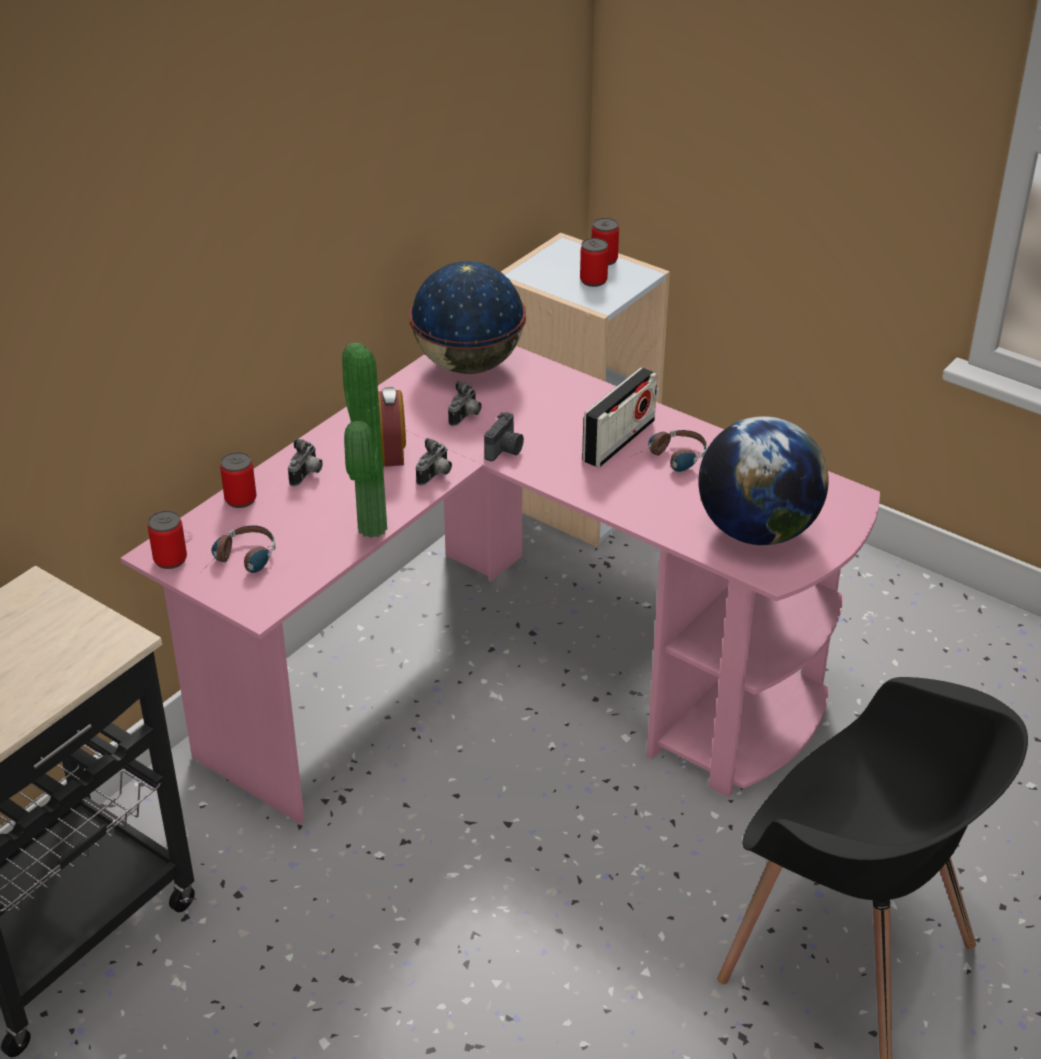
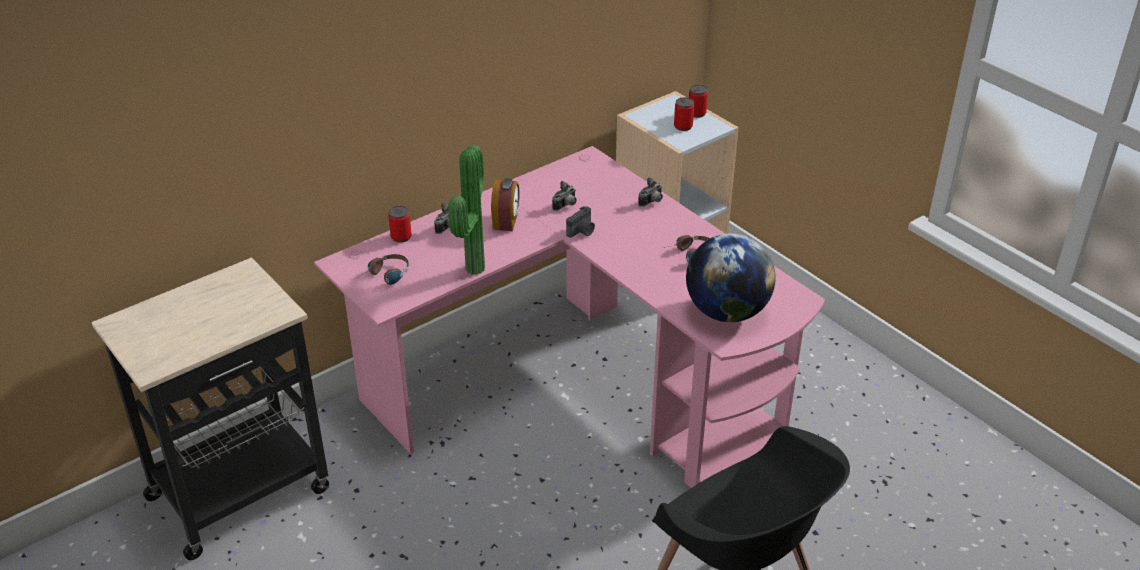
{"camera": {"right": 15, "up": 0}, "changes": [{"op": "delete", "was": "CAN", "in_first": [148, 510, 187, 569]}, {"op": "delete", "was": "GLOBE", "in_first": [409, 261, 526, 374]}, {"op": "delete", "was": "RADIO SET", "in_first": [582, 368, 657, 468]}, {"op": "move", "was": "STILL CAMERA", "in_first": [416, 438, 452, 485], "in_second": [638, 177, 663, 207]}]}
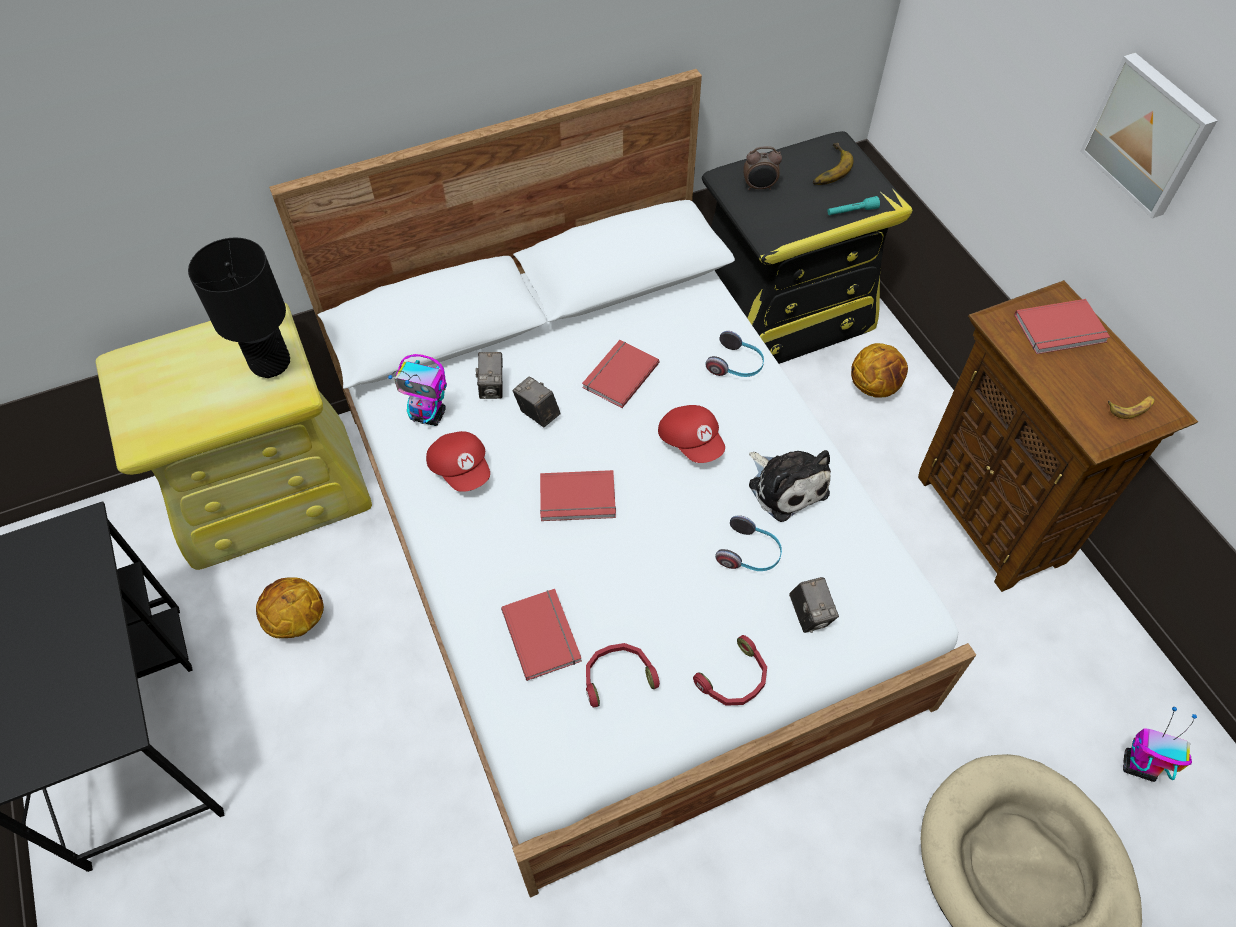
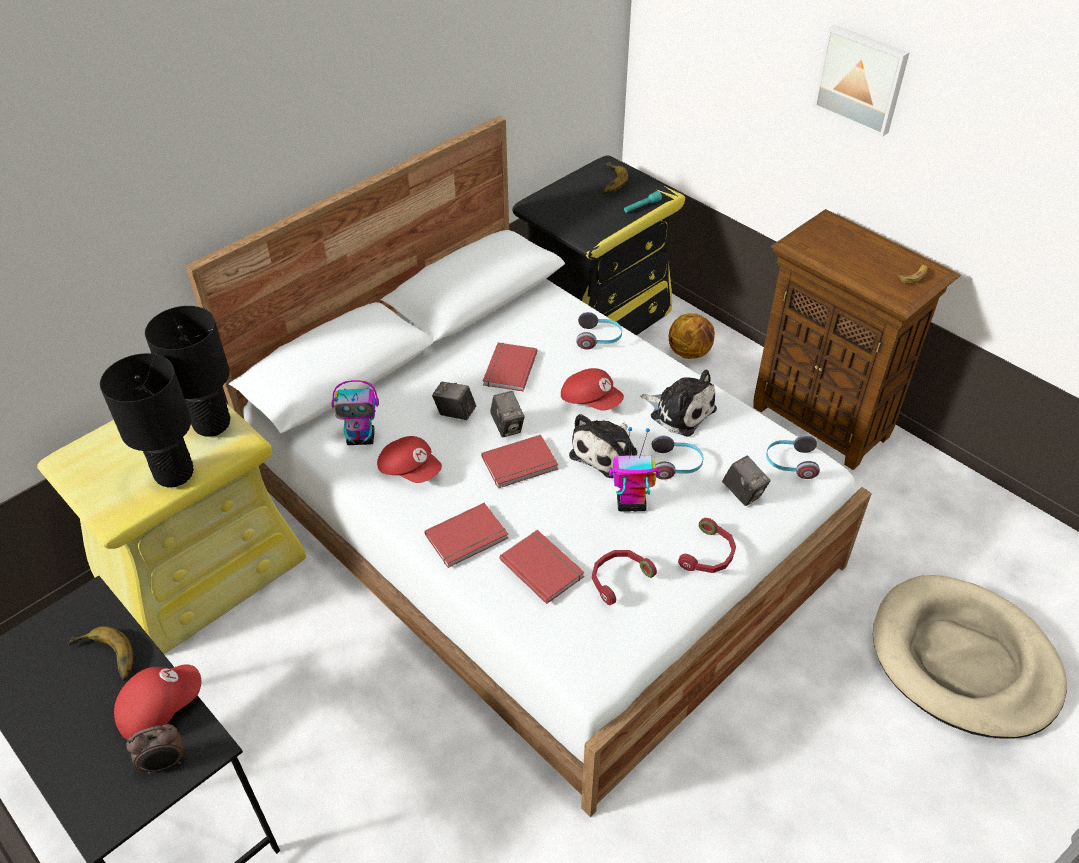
{"camera": {"right": -20, "up": -10}, "changes": [{"op": "delete", "was": "BASKETBALL BALL", "in_first": [256, 577, 324, 638]}, {"op": "insert", "now": "WHOLE BANANA", "in_second": [68, 626, 134, 681]}, {"op": "insert", "now": "BLACK-COLOURED LAMP FOR A TABLE", "in_second": [100, 353, 194, 487]}, {"op": "insert", "now": "RED CAP", "in_second": [114, 664, 201, 740]}, {"op": "insert", "now": "SOFT TOY", "in_second": [569, 414, 637, 478]}, {"op": "insert", "now": "HEADPHONES", "in_second": [766, 435, 820, 479]}, {"op": "move", "was": "STILL CAMERA", "in_first": [476, 352, 503, 399], "in_second": [490, 391, 525, 437]}, {"op": "move", "was": "TABLE CLOCK", "in_first": [744, 146, 782, 190], "in_second": [126, 724, 183, 774]}, {"op": "move", "was": "RED VOLUME", "in_first": [1014, 299, 1110, 354], "in_second": [424, 503, 508, 568]}, {"op": "move", "was": "MODEL ROBOT", "in_first": [1123, 707, 1197, 782], "in_second": [609, 427, 659, 511]}]}
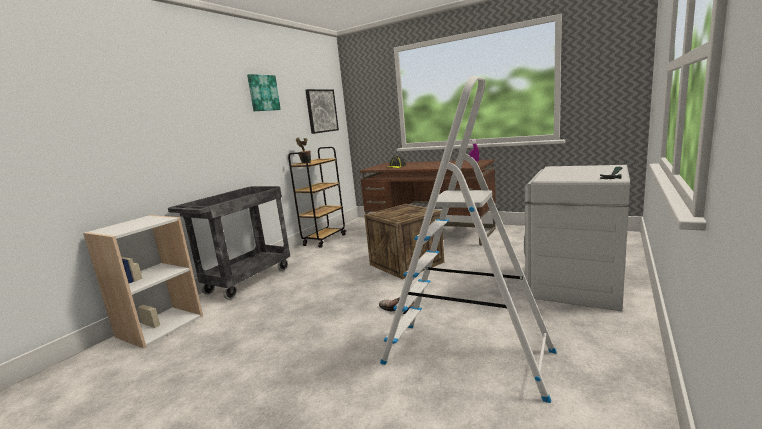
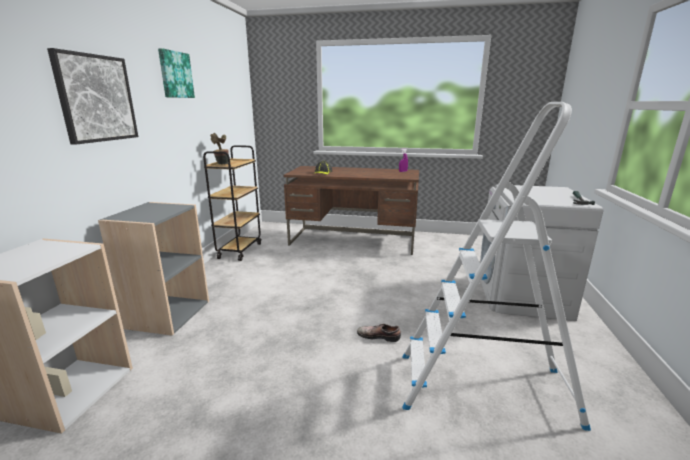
{"camera": {"right": -20, "up": 5}, "changes": [{"op": "delete", "was": "CRATE", "in_first": [364, 204, 444, 279]}, {"op": "move", "was": "PICTURE", "in_first": [305, 89, 339, 134], "in_second": [47, 48, 138, 145]}, {"op": "replace", "was": "GRAY CART", "now": "GRAY BOOKSHELF", "in_first": [168, 186, 290, 300], "in_second": [98, 202, 209, 336]}]}
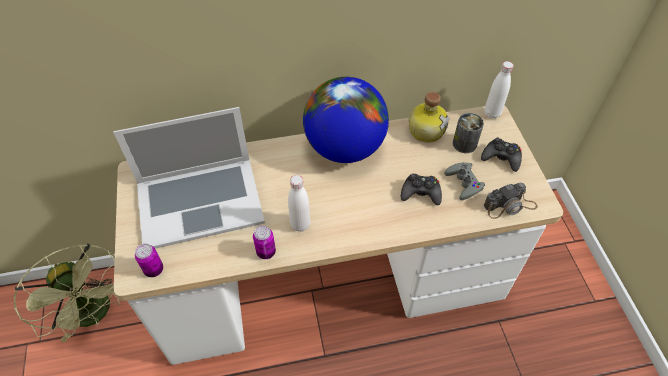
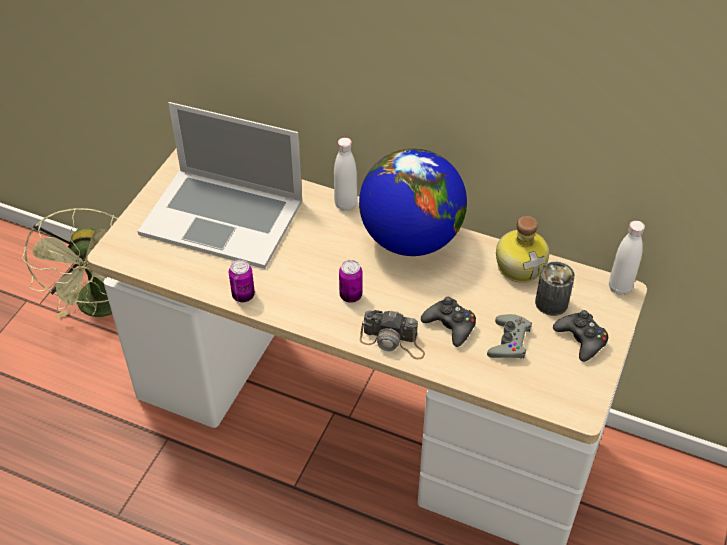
{"camera": {"right": 35, "up": -5}, "changes": [{"op": "move", "was": "CAN", "in_first": [135, 244, 163, 277], "in_second": [339, 260, 362, 303]}, {"op": "move", "was": "WHITE-COLOURED BOTTLE", "in_first": [288, 175, 310, 232], "in_second": [334, 138, 357, 211]}, {"op": "move", "was": "STILL CAMERA", "in_first": [483, 183, 538, 219], "in_second": [360, 310, 425, 360]}]}
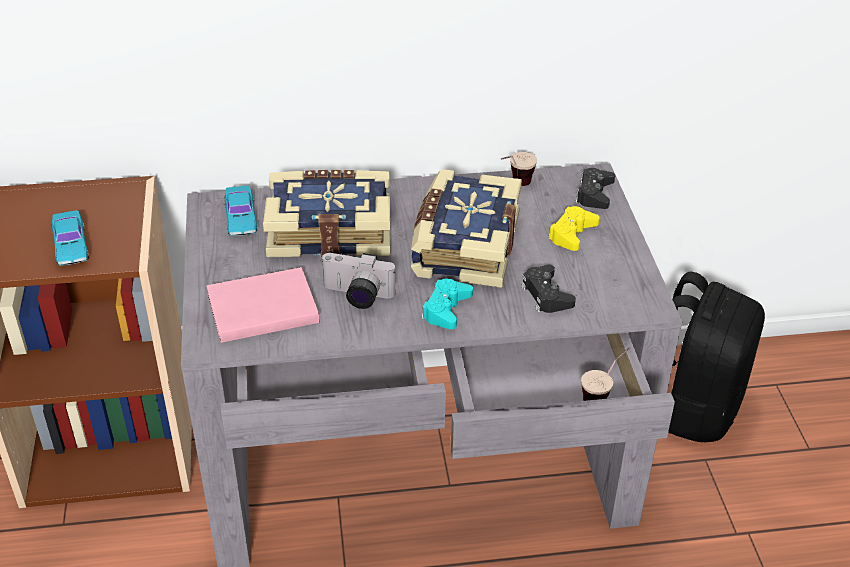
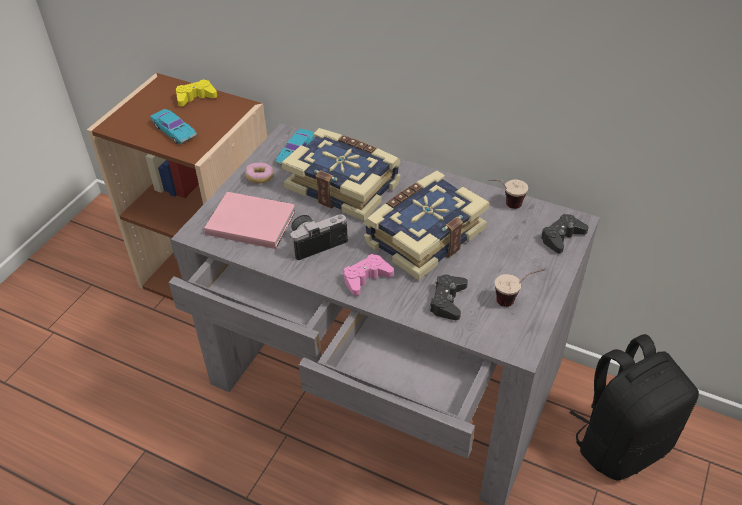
{"camera": {"right": 35, "up": 5}, "changes": [{"op": "insert", "now": "DOUGHNUT", "in_second": [245, 163, 273, 184]}, {"op": "move", "was": "YELLOW GAME CONTROLLER", "in_first": [548, 206, 600, 251], "in_second": [176, 79, 217, 106]}, {"op": "move", "was": "SMALL CUP", "in_first": [581, 347, 630, 401], "in_second": [495, 269, 545, 307]}, {"op": "recolor", "was": "TURQUOISE-COLOURED GAME CONTROLLER", "now": "PINK GAME CONTROLLER", "in_first": [422, 278, 473, 329], "in_second": [344, 254, 394, 296]}, {"op": "rotate", "was": "TURQUOISE-COLOURED MODEL CAR", "in_first": [52, 210, 89, 266], "in_second": [150, 109, 197, 144], "clockwise": -60}, {"op": "rotate", "was": "STILL CAMERA", "in_first": [320, 253, 396, 309], "in_second": [289, 214, 348, 260], "clockwise": 105}]}
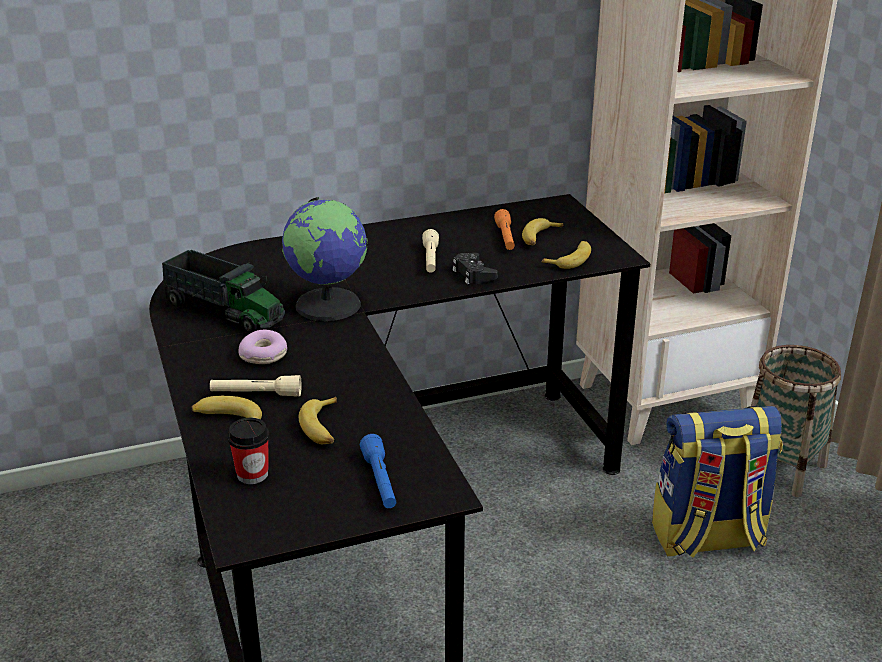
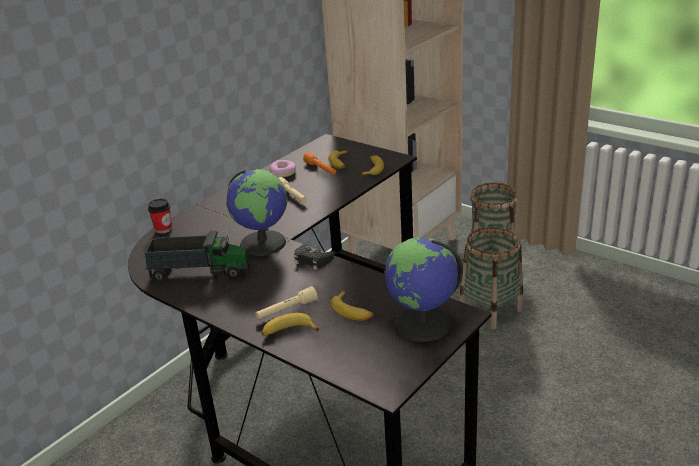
{"camera": {"right": -30, "up": 0}, "changes": [{"op": "move", "was": "SMALL CUP", "in_first": [228, 417, 269, 484], "in_second": [148, 198, 172, 234]}, {"op": "move", "was": "DOUGHNUT", "in_first": [238, 330, 287, 364], "in_second": [269, 160, 296, 178]}, {"op": "move", "was": "BLACK-COLOURED GAME CONTROLLER", "in_first": [453, 253, 498, 284], "in_second": [294, 244, 334, 270]}, {"op": "replace", "was": "BLUE FLASHLIGHT", "now": "GLOBE", "in_first": [360, 434, 396, 508], "in_second": [384, 237, 463, 342]}, {"op": "replace", "was": "BACKPACK", "now": "STORAGE BASKET", "in_first": [652, 406, 783, 558], "in_second": [459, 227, 523, 330]}]}
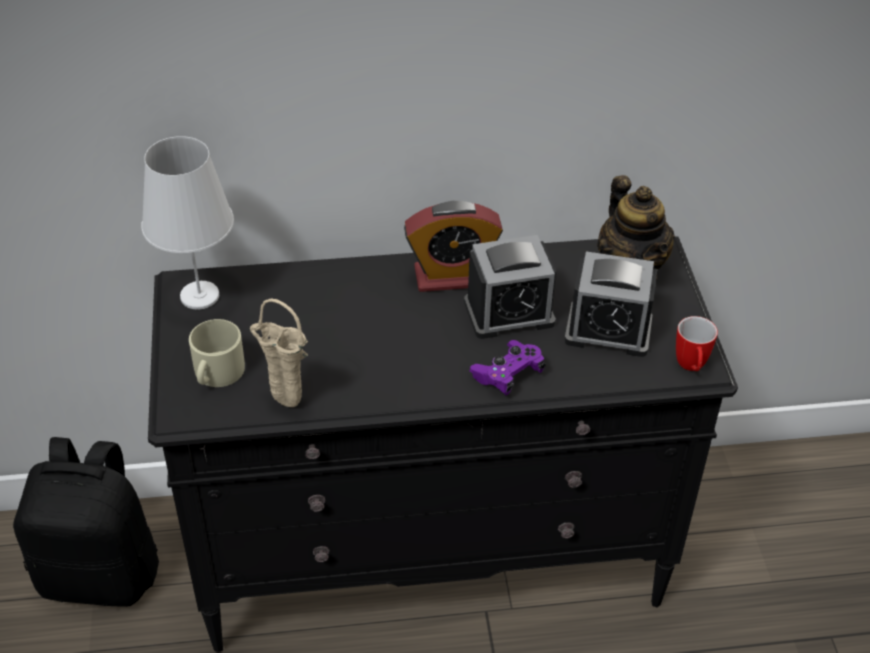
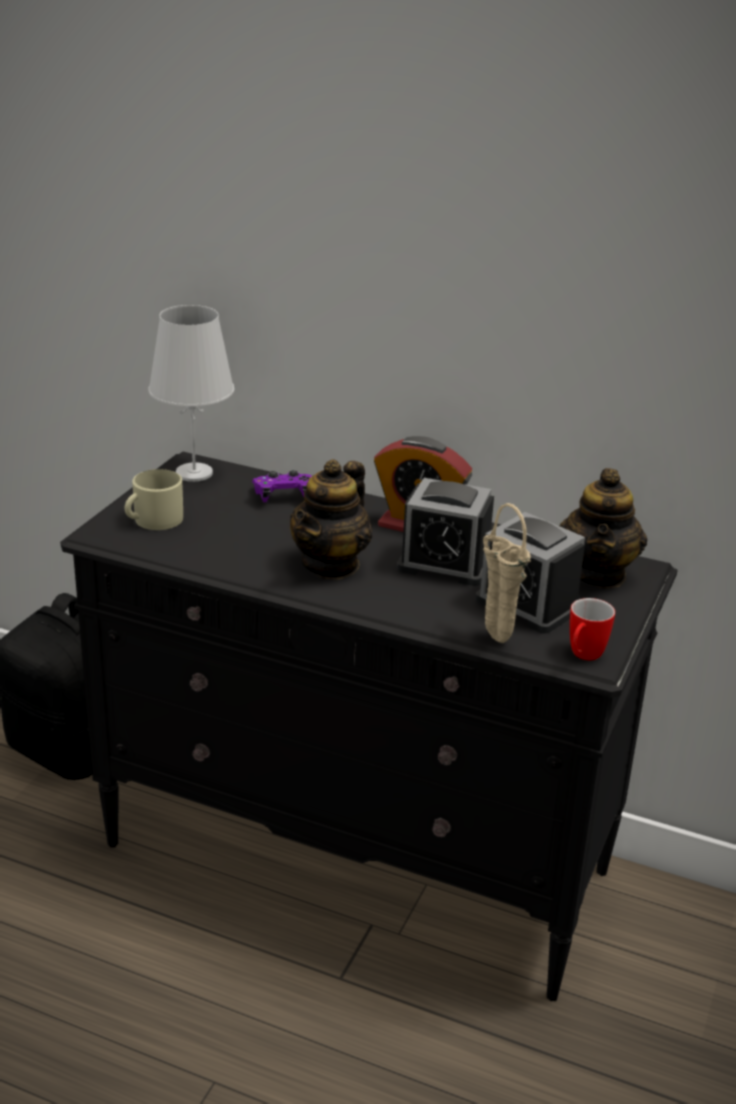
{"camera": {"right": 30, "up": -15}, "changes": [{"op": "insert", "now": "TEA POT", "in_second": [290, 459, 372, 580]}, {"op": "move", "was": "BEIGE-COLOURED VASE", "in_first": [250, 299, 308, 407], "in_second": [483, 503, 531, 643]}, {"op": "move", "was": "PURPLISH GAME CONTROLLER", "in_first": [469, 340, 545, 395], "in_second": [252, 470, 312, 502]}]}
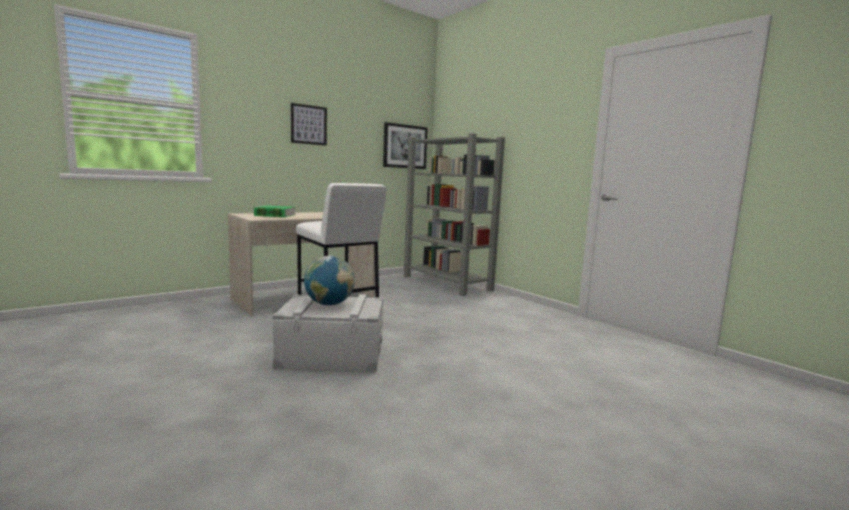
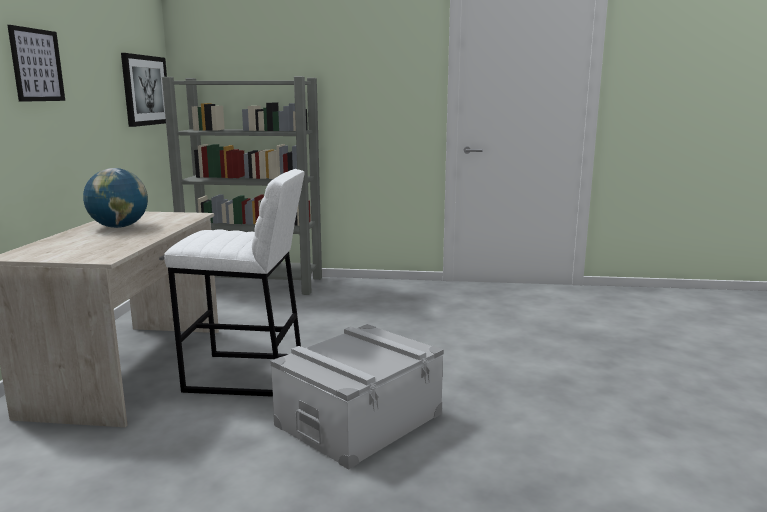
{"camera": {"right": -45, "up": 5}, "changes": [{"op": "delete", "was": "VOLUME", "in_first": [254, 205, 296, 217]}, {"op": "move", "was": "GLOBE", "in_first": [304, 256, 355, 305], "in_second": [83, 168, 148, 228]}]}
